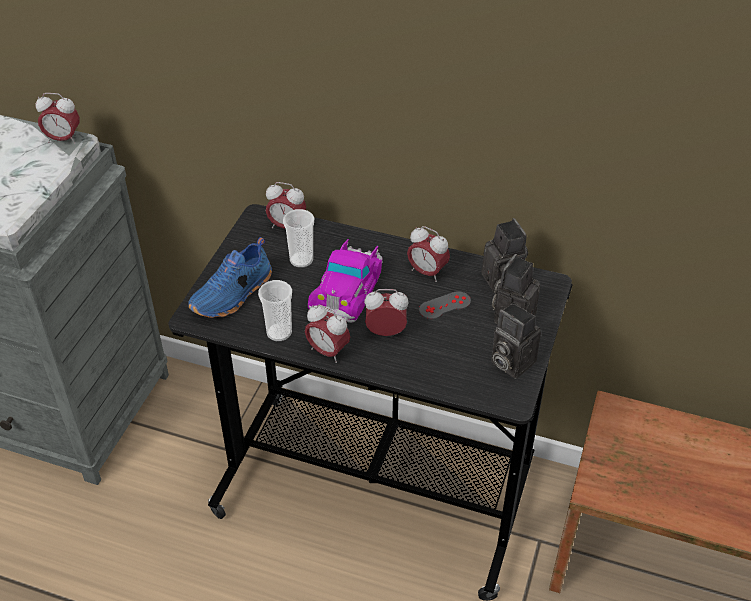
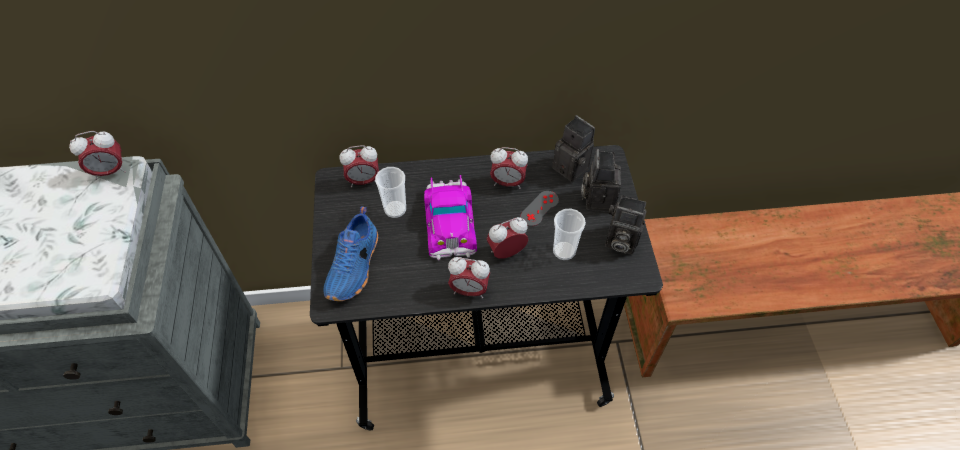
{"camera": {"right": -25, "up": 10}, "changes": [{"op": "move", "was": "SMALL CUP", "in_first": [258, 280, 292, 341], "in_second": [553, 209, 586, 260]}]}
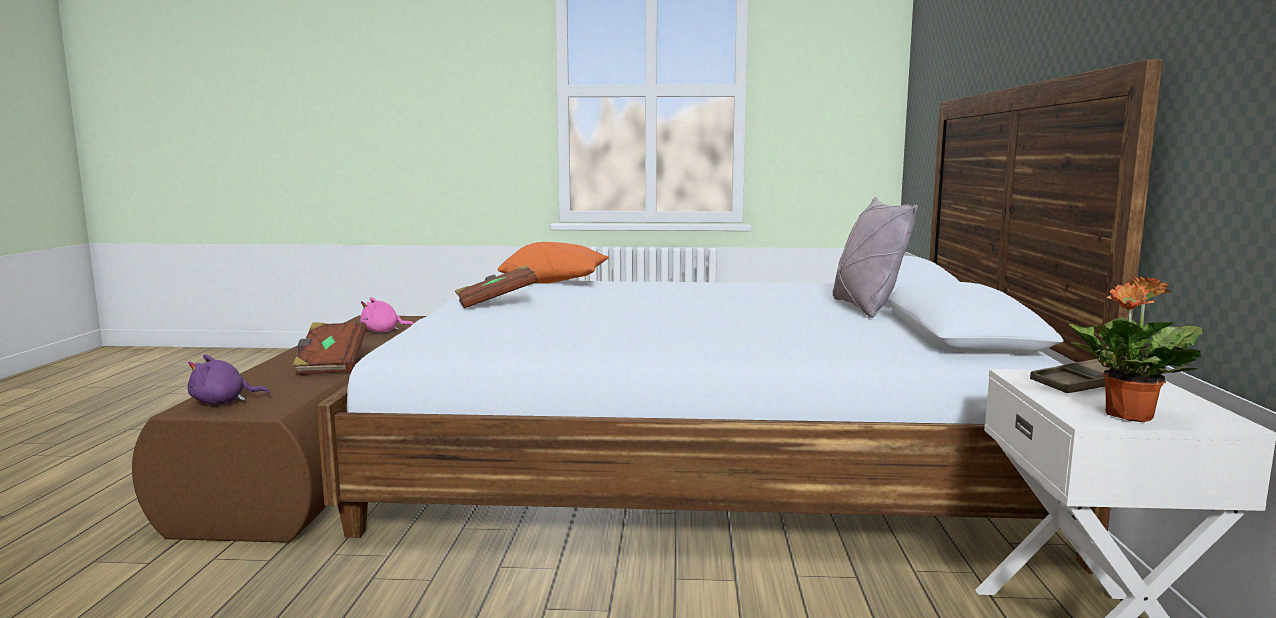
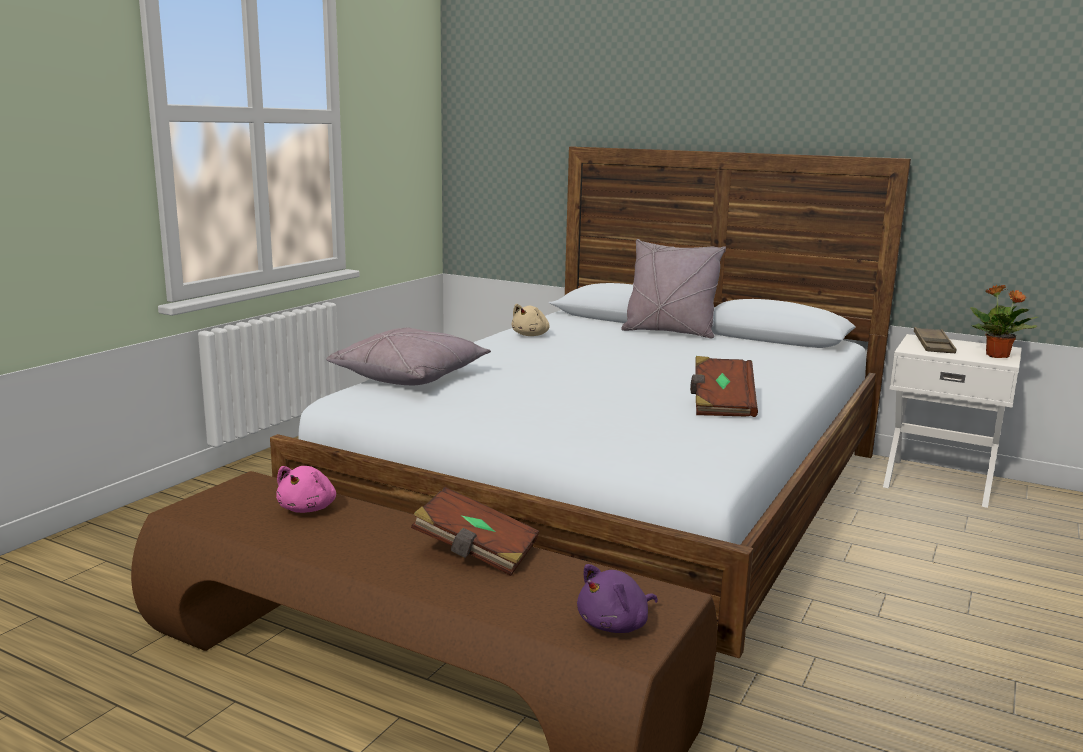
{"camera": {"right": -65, "up": 5}, "changes": [{"op": "insert", "now": "BEIGE-COLOURED SOFT TOY", "in_second": [511, 304, 550, 336]}, {"op": "move", "was": "BROWNISH VOLUME", "in_first": [455, 265, 538, 309], "in_second": [690, 356, 758, 417]}, {"op": "recolor", "was": "ORANGE THROW PILLOW", "now": "PURPLISH THROW PILLOW", "in_first": [498, 242, 609, 283], "in_second": [326, 327, 491, 385]}, {"op": "rotate", "was": "PURPLISH SOFT TOY", "in_first": [188, 354, 270, 404], "in_second": [577, 564, 658, 633], "clockwise": 45}]}
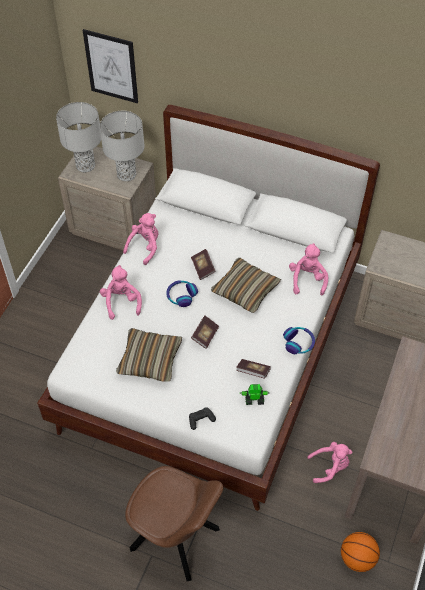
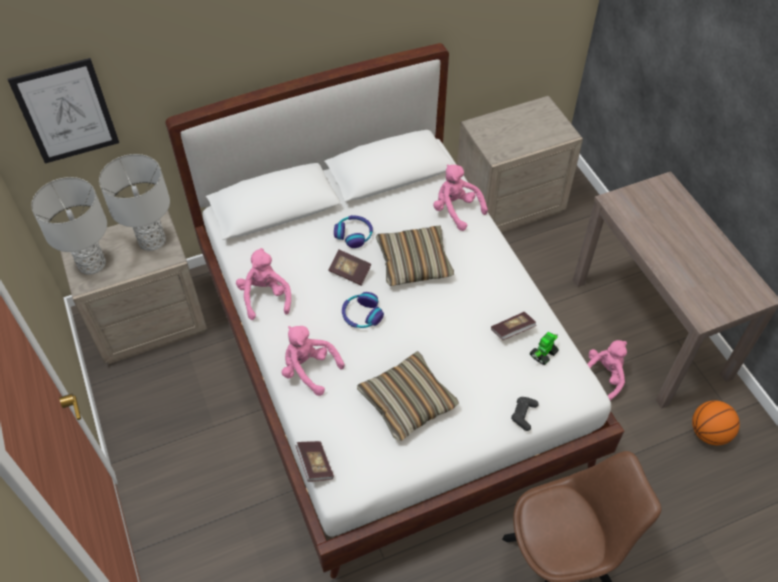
{"camera": {"right": -45, "up": 0}, "changes": [{"op": "move", "was": "VOLUME", "in_first": [191, 316, 219, 349], "in_second": [296, 441, 334, 482]}, {"op": "move", "was": "HEADPHONES", "in_first": [283, 327, 315, 354], "in_second": [334, 215, 373, 248]}]}
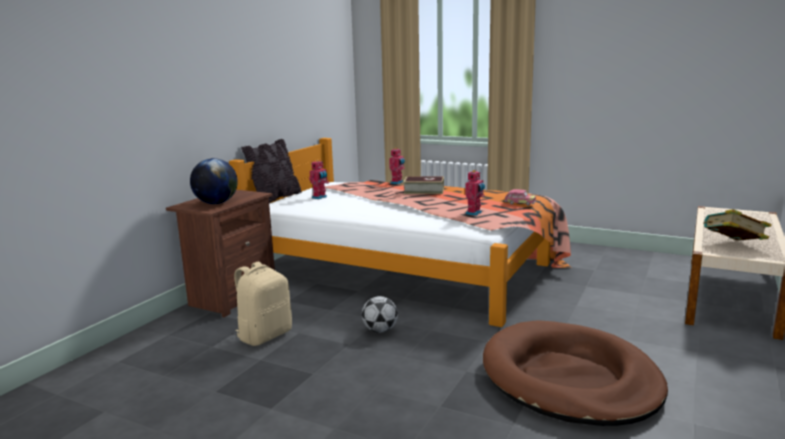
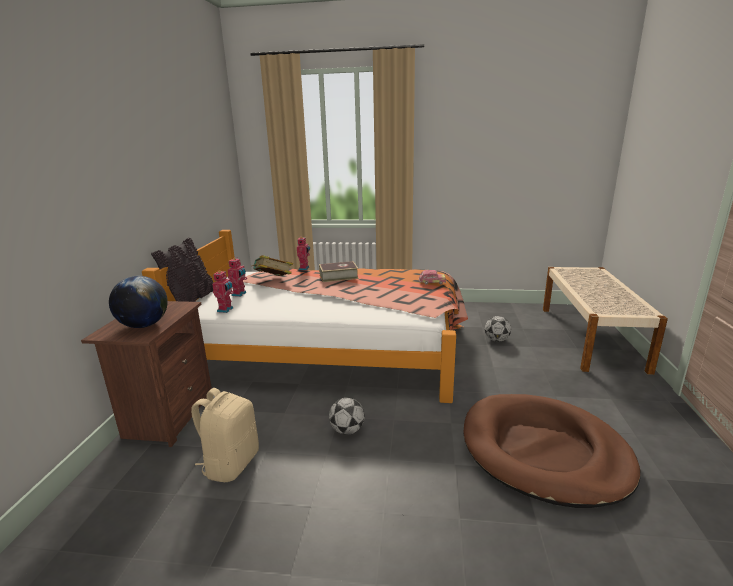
{"camera": {"right": -20, "up": 5}, "changes": [{"op": "insert", "now": "FOOTBALL", "in_second": [485, 316, 511, 342]}, {"op": "move", "was": "MODEL ROBOT", "in_first": [465, 170, 485, 216], "in_second": [212, 270, 234, 313]}, {"op": "move", "was": "VOLUME", "in_first": [703, 209, 772, 241], "in_second": [252, 255, 293, 276]}]}
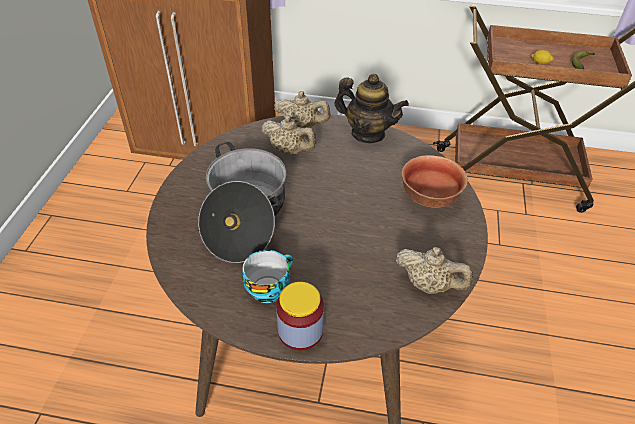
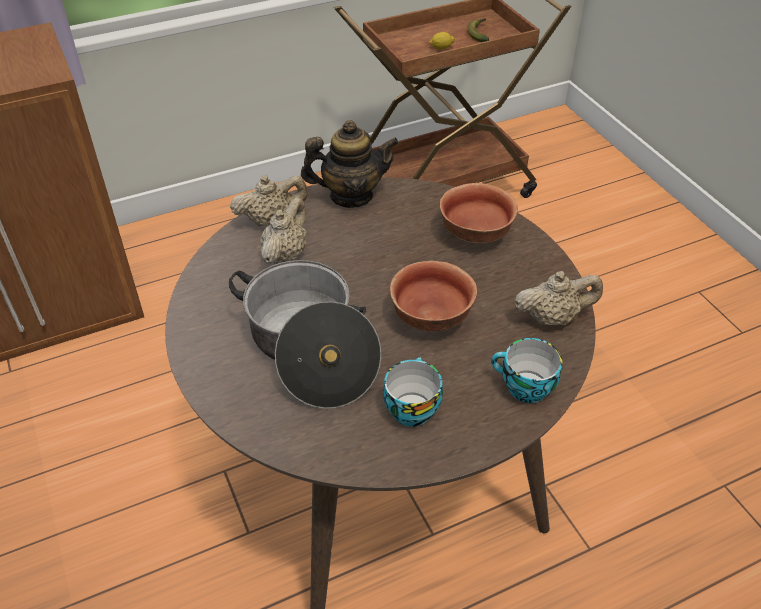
{"camera": {"right": -35, "up": 0}, "changes": [{"op": "delete", "was": "STORAGE JAR", "in_first": [276, 282, 324, 351]}, {"op": "insert", "now": "SERVING BOWL", "in_second": [390, 261, 477, 332]}, {"op": "insert", "now": "SMALL CUP", "in_second": [491, 338, 562, 403]}, {"op": "rotate", "was": "BEIGE-COLOURED TEA POT", "in_first": [261, 115, 317, 155], "in_second": [260, 197, 306, 264], "clockwise": -60}]}
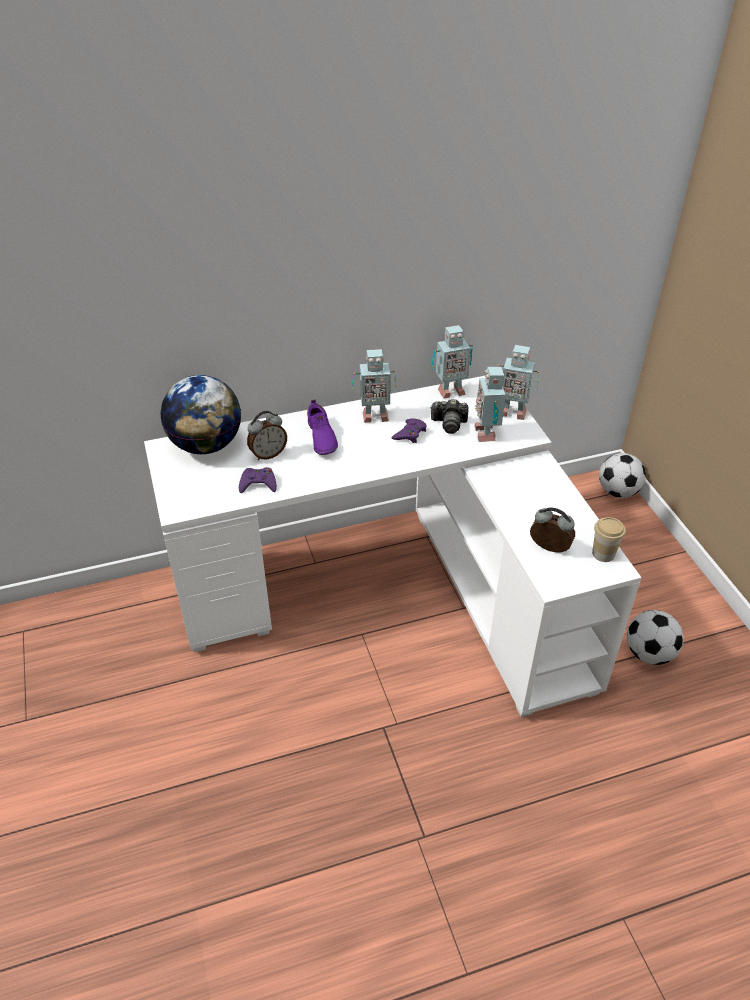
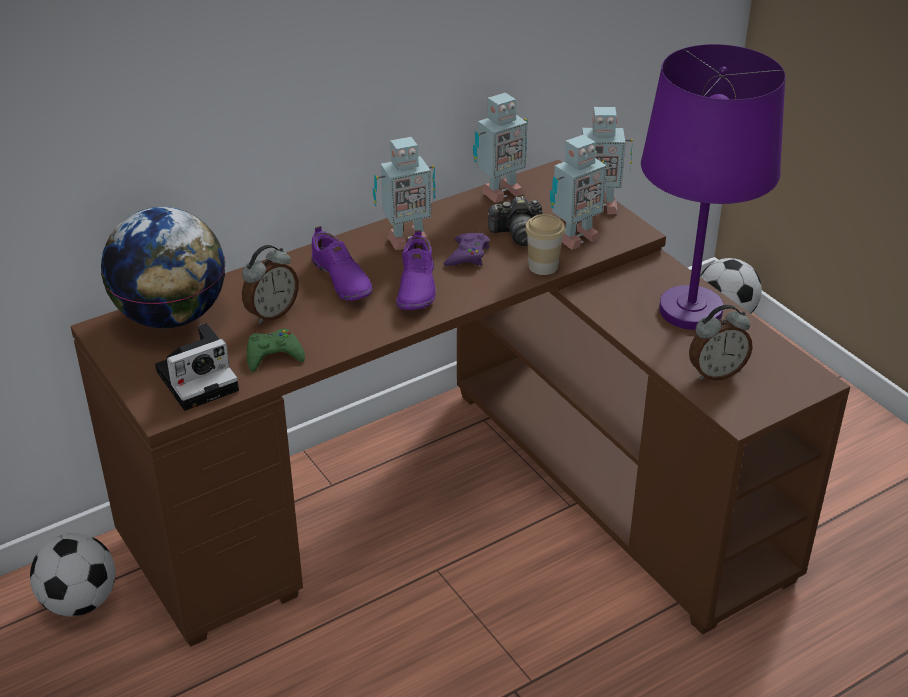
{"camera": {"right": -15, "up": -5}, "changes": [{"op": "insert", "now": "STILL CAMERA", "in_second": [155, 323, 239, 411]}, {"op": "insert", "now": "PURPLISH LOW SHOE", "in_second": [396, 230, 436, 310]}, {"op": "insert", "now": "PURPLISH LAMP FOR A TABLE", "in_second": [641, 44, 786, 330]}, {"op": "move", "was": "SMALL CUP", "in_first": [592, 517, 626, 562], "in_second": [525, 214, 565, 275]}, {"op": "move", "was": "FOOTBALL", "in_first": [627, 610, 684, 665], "in_second": [30, 533, 115, 616]}, {"op": "recolor", "was": "WHITE-COLOURED DESK UNIT", "now": "BROWNISH DESK UNIT", "in_first": [144, 376, 642, 717], "in_second": [71, 160, 850, 647]}, {"op": "recolor", "was": "PURPLISH GAME CONTROLLER", "now": "GREEN GAME CONTROLLER", "in_first": [239, 467, 277, 493], "in_second": [247, 329, 305, 372]}, {"op": "rotate", "was": "MODEL ROBOT", "in_first": [475, 367, 506, 442], "in_second": [550, 135, 607, 250], "clockwise": -105}, {"op": "rotate", "was": "TABLE CLOCK", "in_first": [530, 507, 575, 552], "in_second": [689, 305, 752, 381], "clockwise": 150}]}
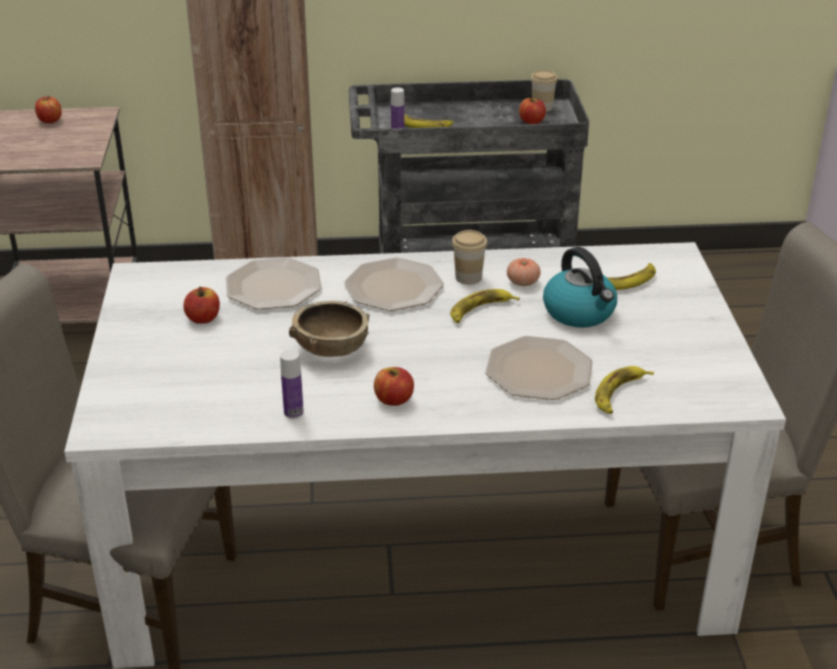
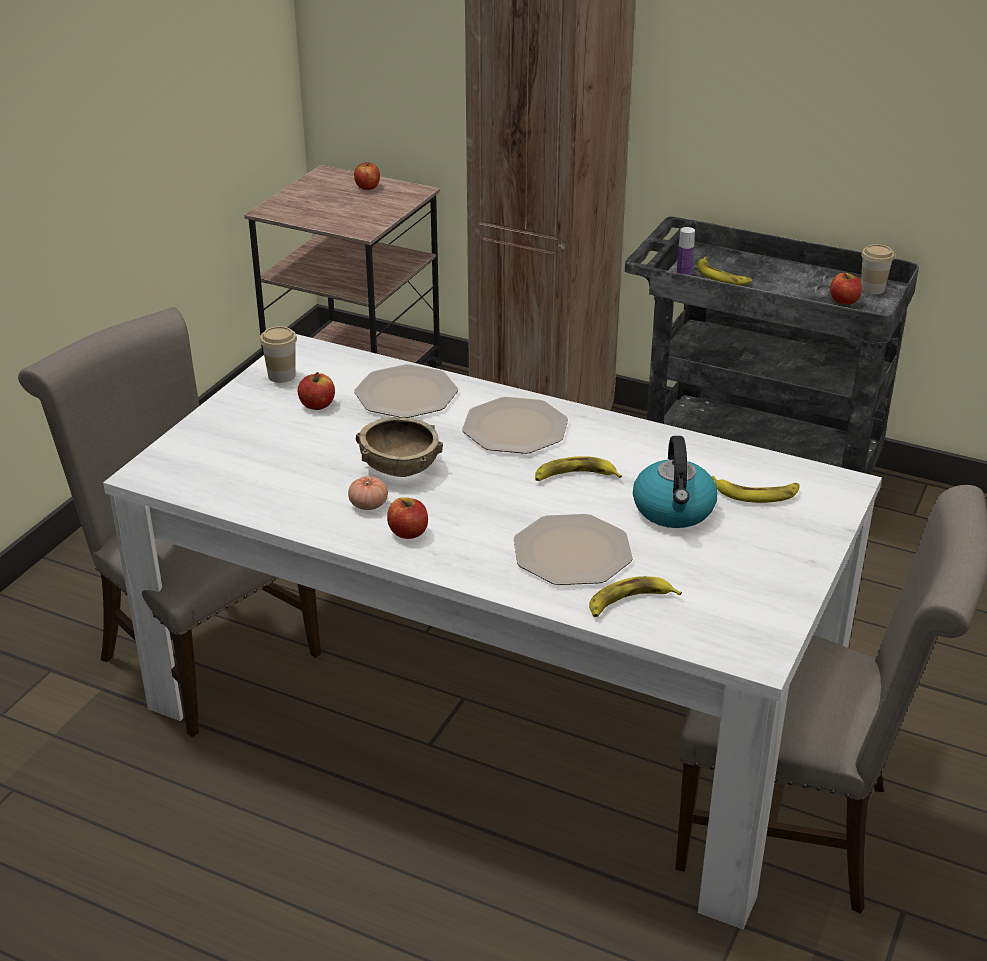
{"camera": {"right": 30, "up": 0}, "changes": [{"op": "delete", "was": "BOTTLE", "in_first": [280, 349, 304, 419]}, {"op": "move", "was": "SMALL CUP", "in_first": [452, 230, 487, 285], "in_second": [260, 326, 297, 383]}, {"op": "move", "was": "WHOLE TOMATO", "in_first": [507, 258, 541, 286], "in_second": [348, 476, 388, 510]}]}
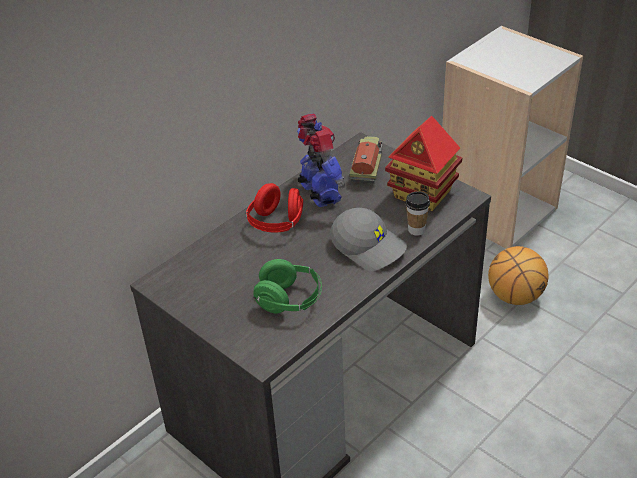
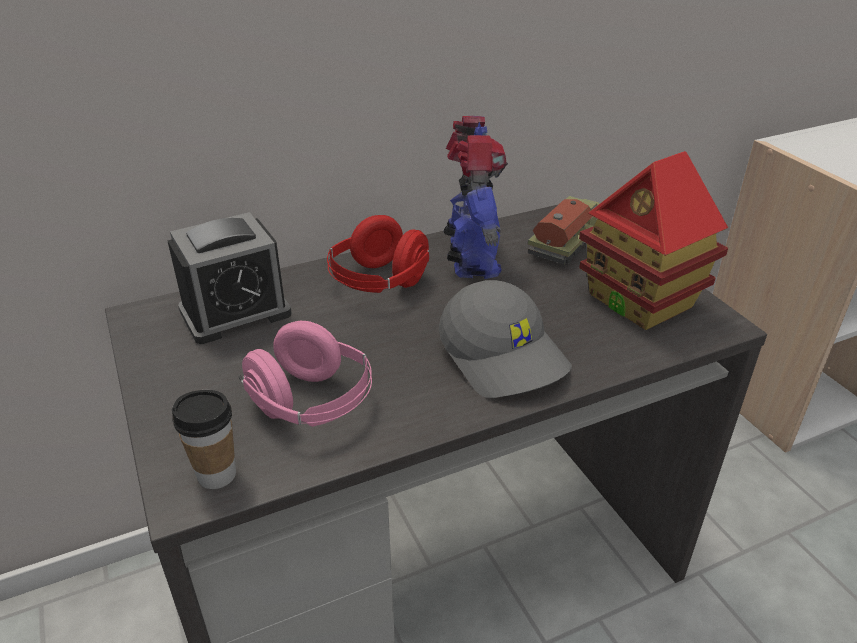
{"camera": {"right": 20, "up": -5}, "changes": [{"op": "delete", "was": "BASKETBALL BALL", "in_first": [488, 246, 548, 305]}, {"op": "insert", "now": "TABLE CLOCK", "in_second": [167, 212, 292, 344]}, {"op": "move", "was": "SMALL CUP", "in_first": [406, 191, 430, 236], "in_second": [172, 390, 236, 489]}, {"op": "recolor", "was": "GREEN HEADPHONES", "now": "PINK HEADPHONES", "in_first": [253, 259, 322, 314], "in_second": [238, 321, 372, 427]}]}
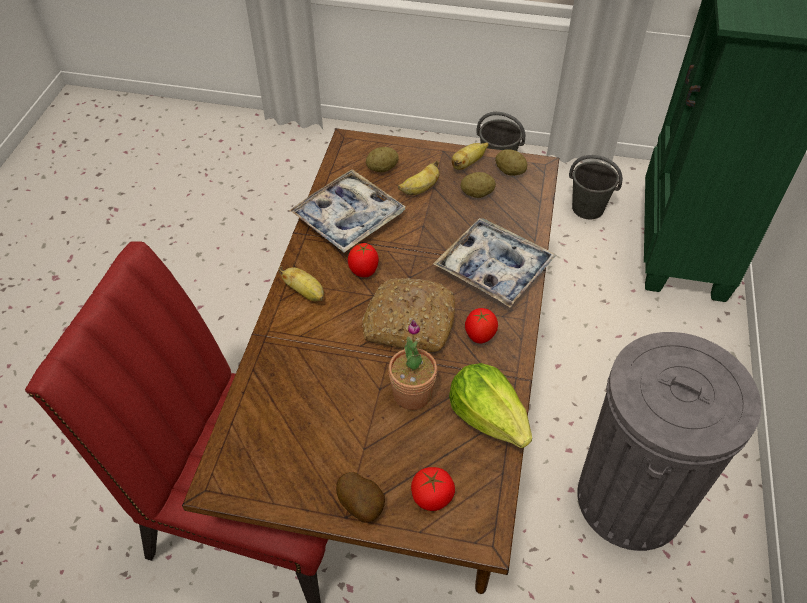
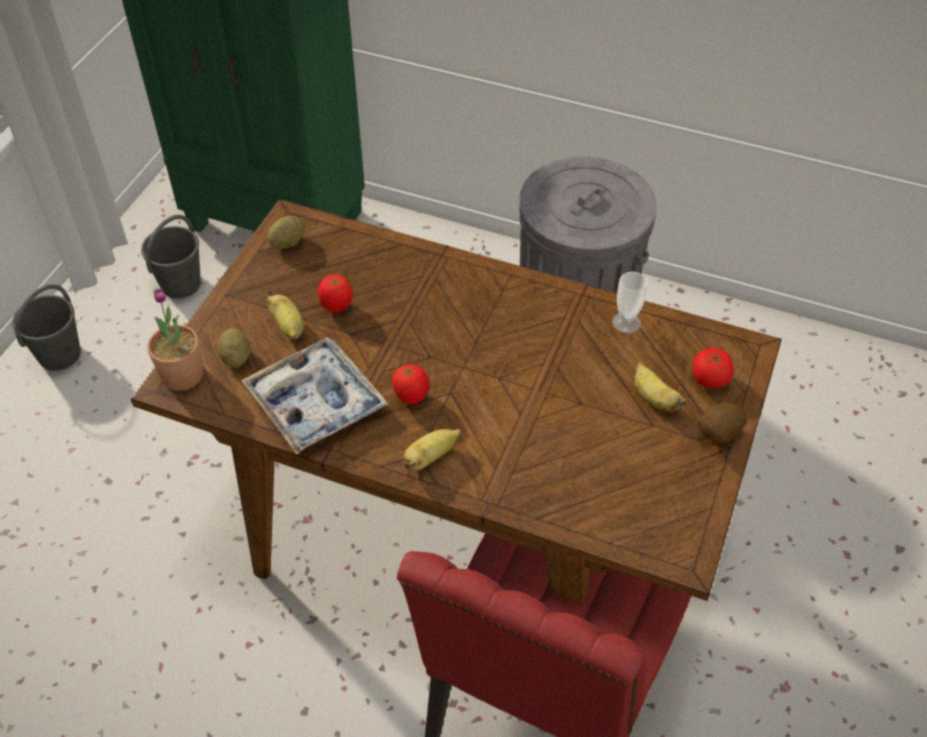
{"camera": {"right": -80, "up": 0}, "changes": [{"op": "delete", "was": "BAKED BREAD", "in_first": [362, 278, 455, 352]}, {"op": "delete", "was": "TRAY", "in_first": [433, 218, 556, 308]}, {"op": "delete", "was": "POTATO", "in_first": [460, 172, 496, 198]}, {"op": "move", "was": "PLANT IN A POT", "in_first": [388, 320, 437, 410], "in_second": [147, 288, 203, 391]}, {"op": "move", "was": "WHOLE BANANA", "in_first": [452, 142, 489, 170], "in_second": [634, 362, 686, 412]}, {"op": "move", "was": "WHOLE TOMATO", "in_first": [465, 308, 498, 343], "in_second": [318, 274, 353, 312]}, {"op": "replace", "was": "HEAD OF LETTUCE", "now": "SMALL CUP", "in_first": [449, 363, 532, 448], "in_second": [612, 272, 647, 333]}]}
